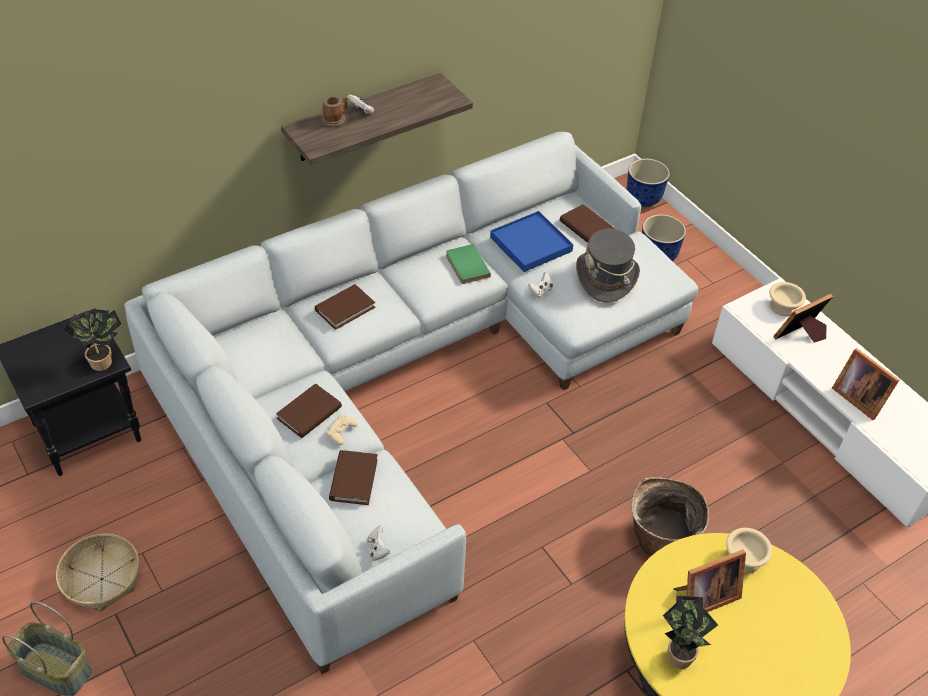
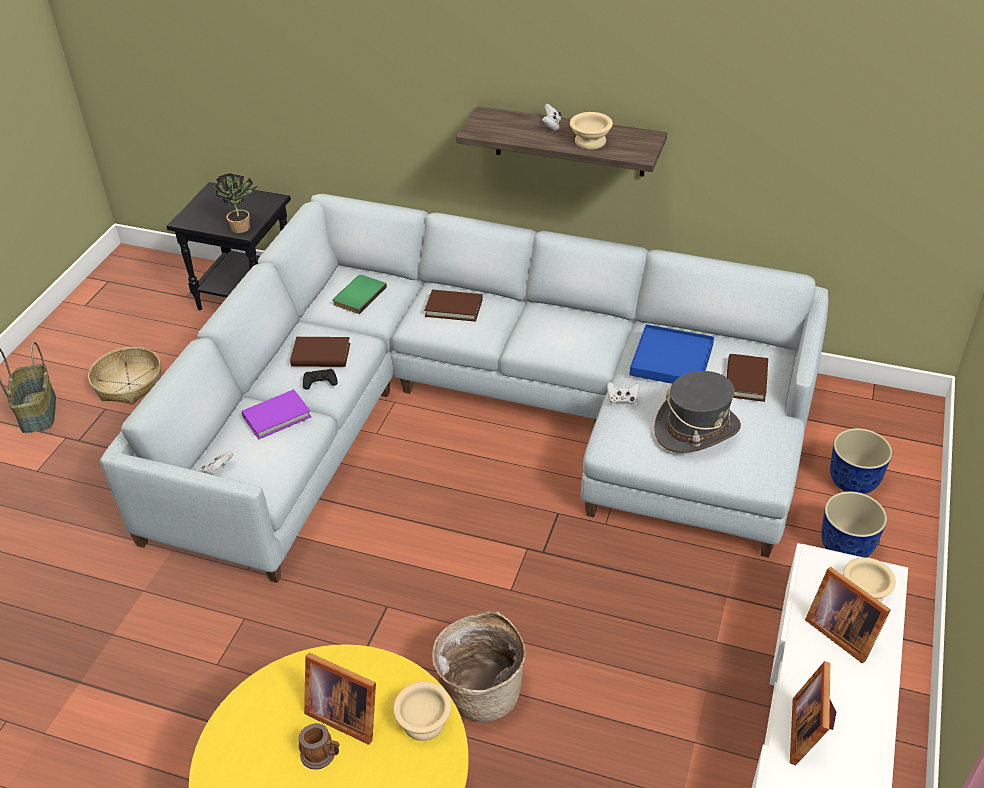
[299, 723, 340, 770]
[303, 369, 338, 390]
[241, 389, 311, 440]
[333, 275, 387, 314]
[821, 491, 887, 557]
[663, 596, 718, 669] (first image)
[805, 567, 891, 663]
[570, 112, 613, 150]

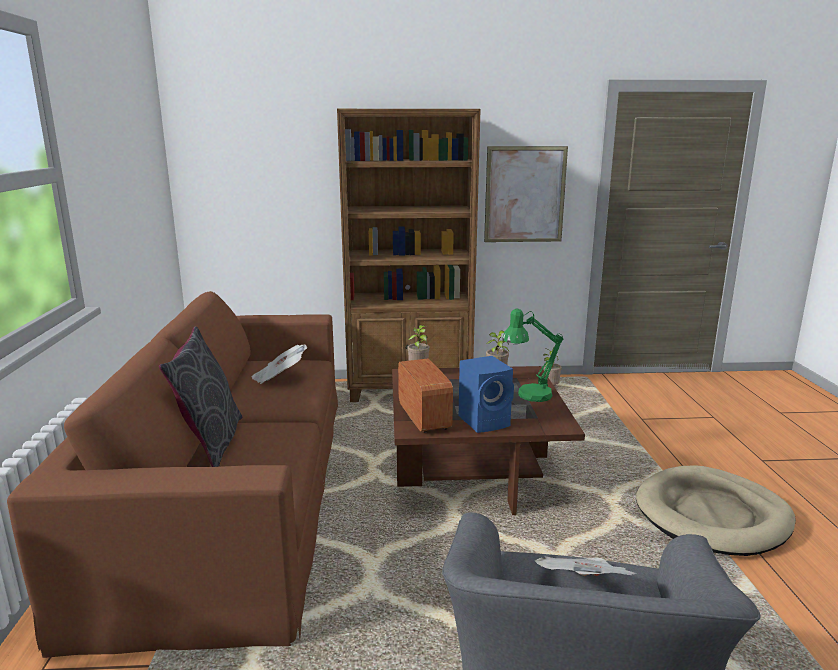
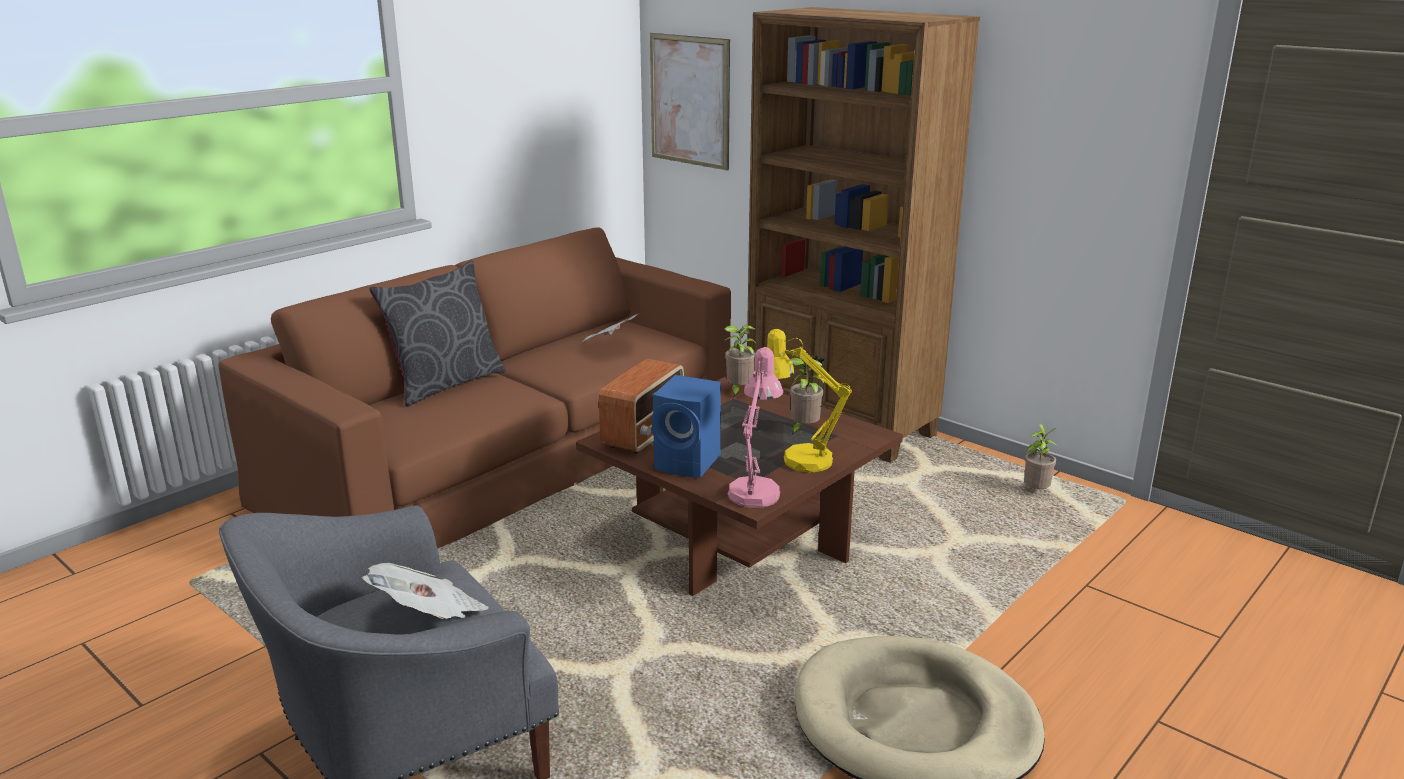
[650, 33, 730, 171]
[767, 329, 852, 473]
[728, 347, 783, 508]

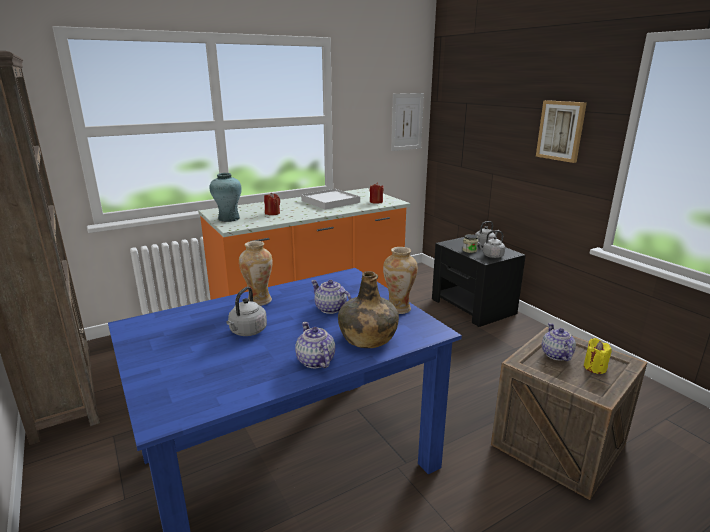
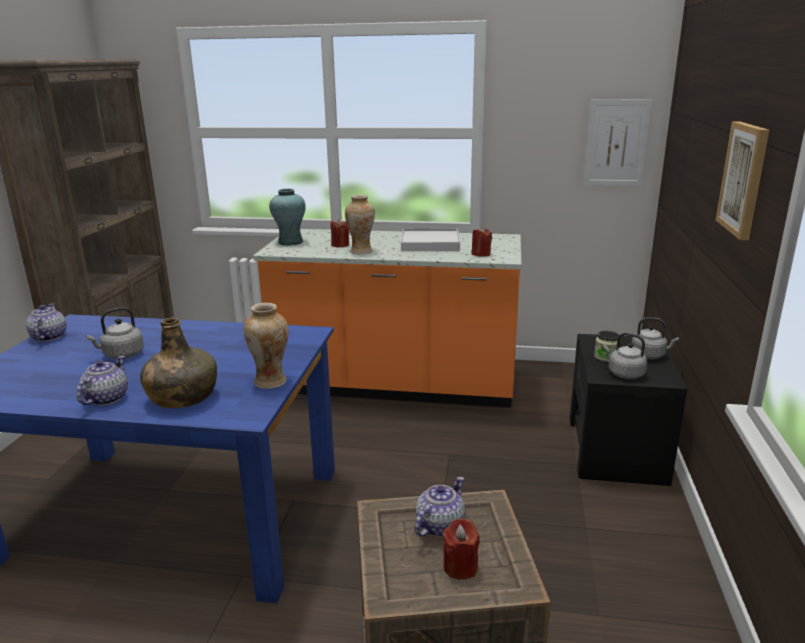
[345, 195, 375, 254]
[26, 303, 67, 342]
[443, 518, 480, 580]

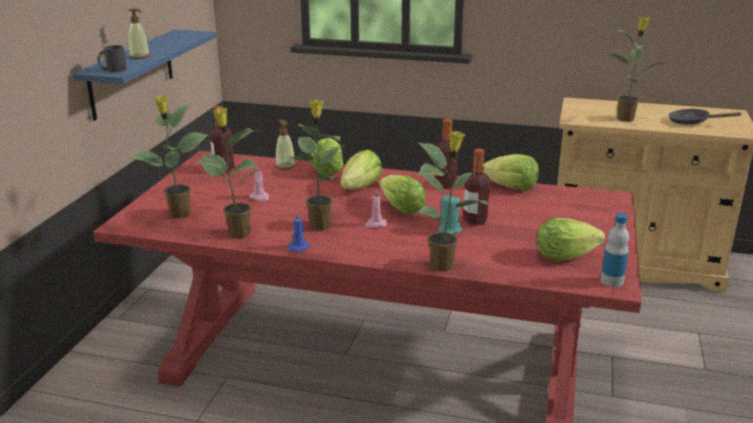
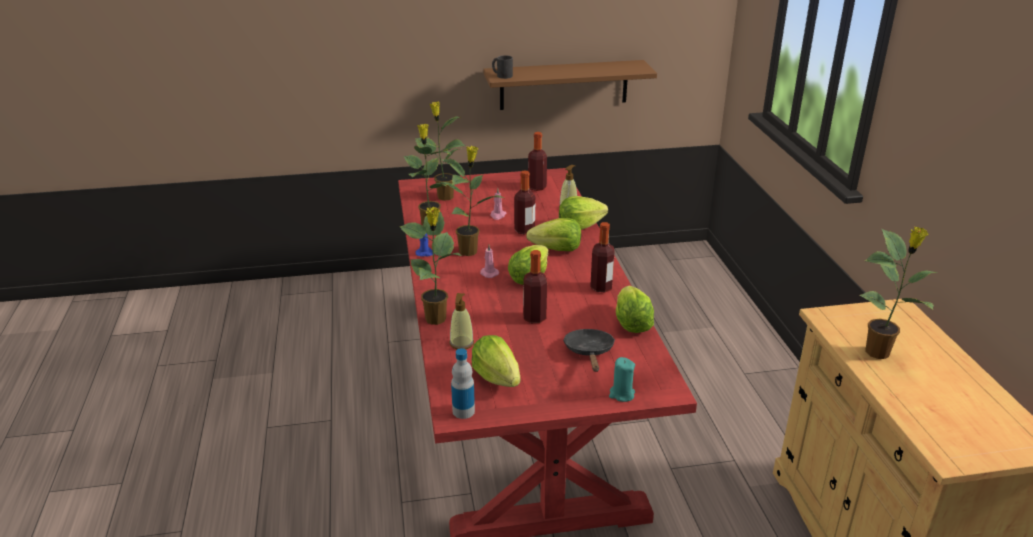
[483, 60, 657, 110]
[449, 293, 474, 349]
[609, 357, 635, 402]
[563, 329, 615, 372]
[514, 171, 535, 235]

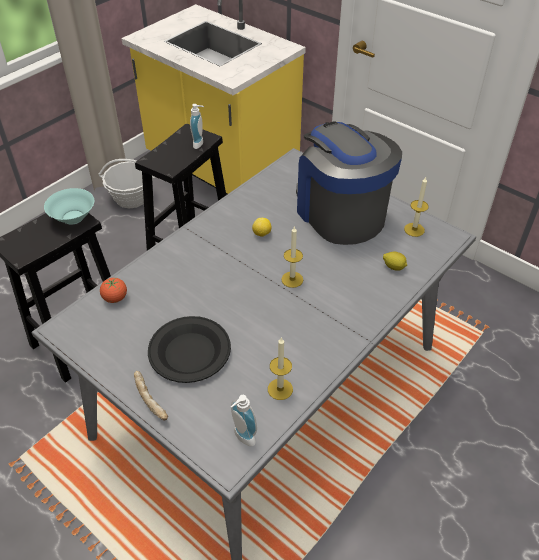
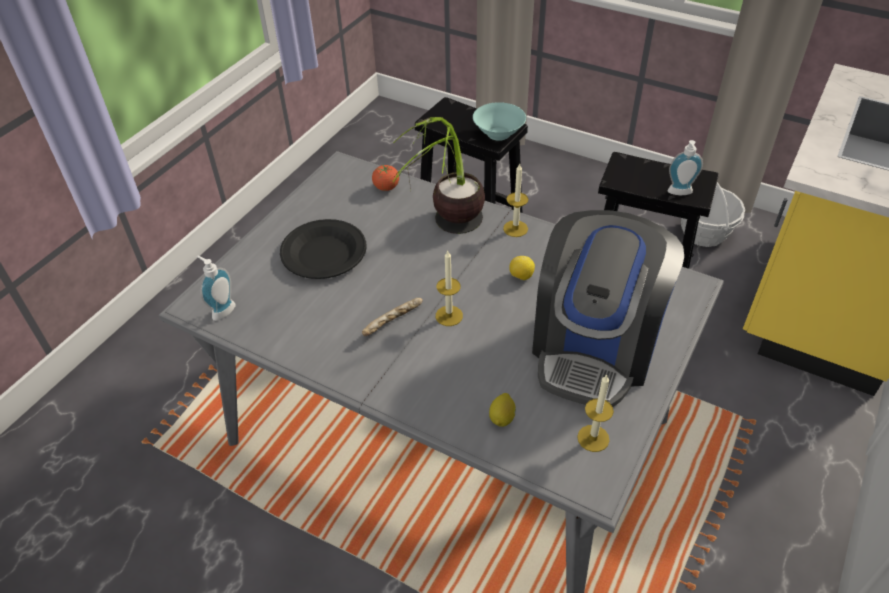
[362, 298, 423, 336]
[503, 163, 528, 237]
[532, 210, 684, 407]
[393, 117, 485, 234]

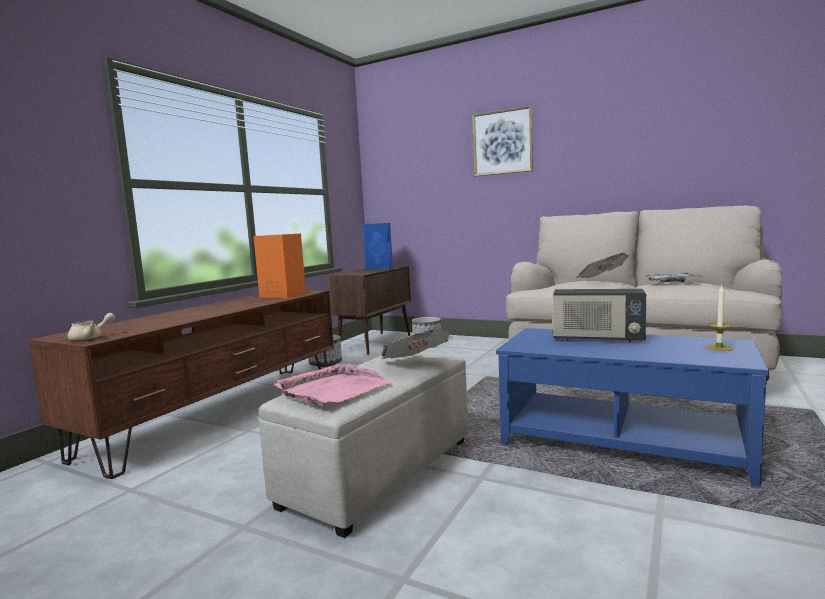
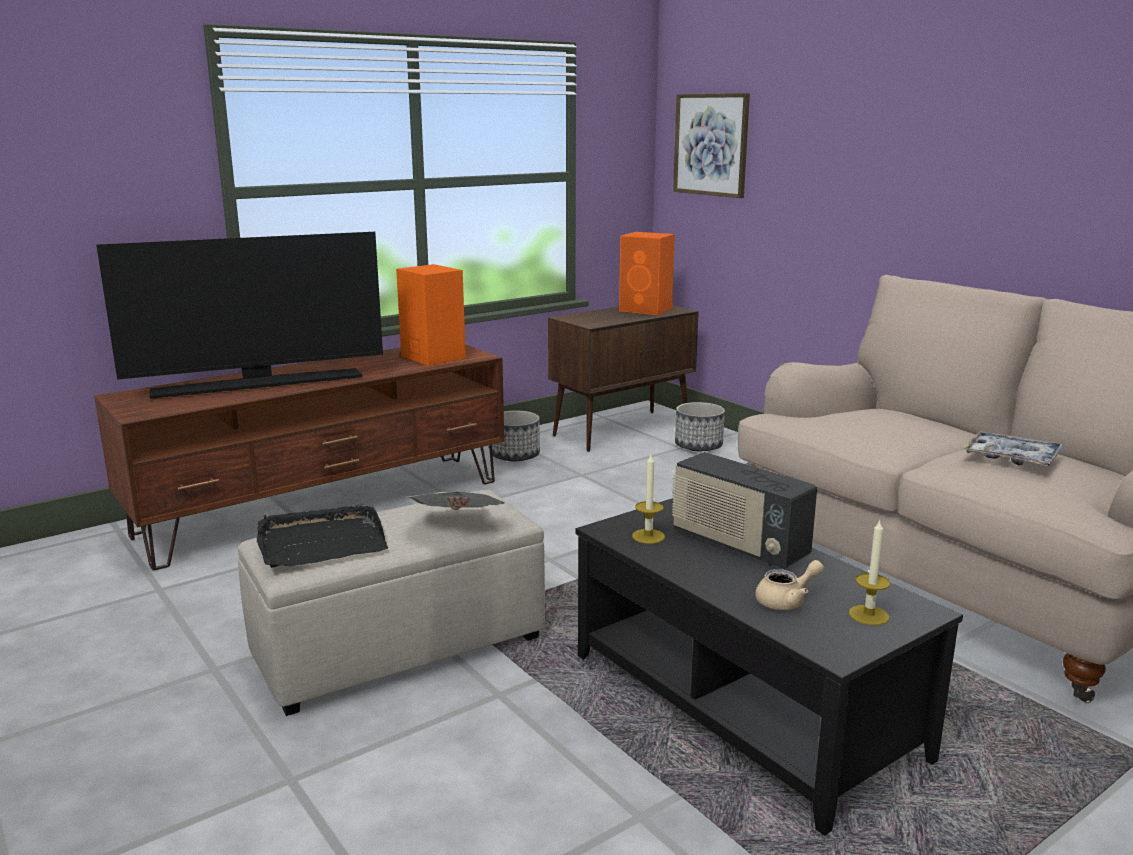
[755, 560, 824, 610]
[257, 504, 388, 568]
[619, 232, 675, 315]
[673, 93, 750, 198]
[575, 498, 963, 835]
[577, 252, 629, 278] (first image)
[96, 232, 383, 399]
[632, 455, 665, 544]

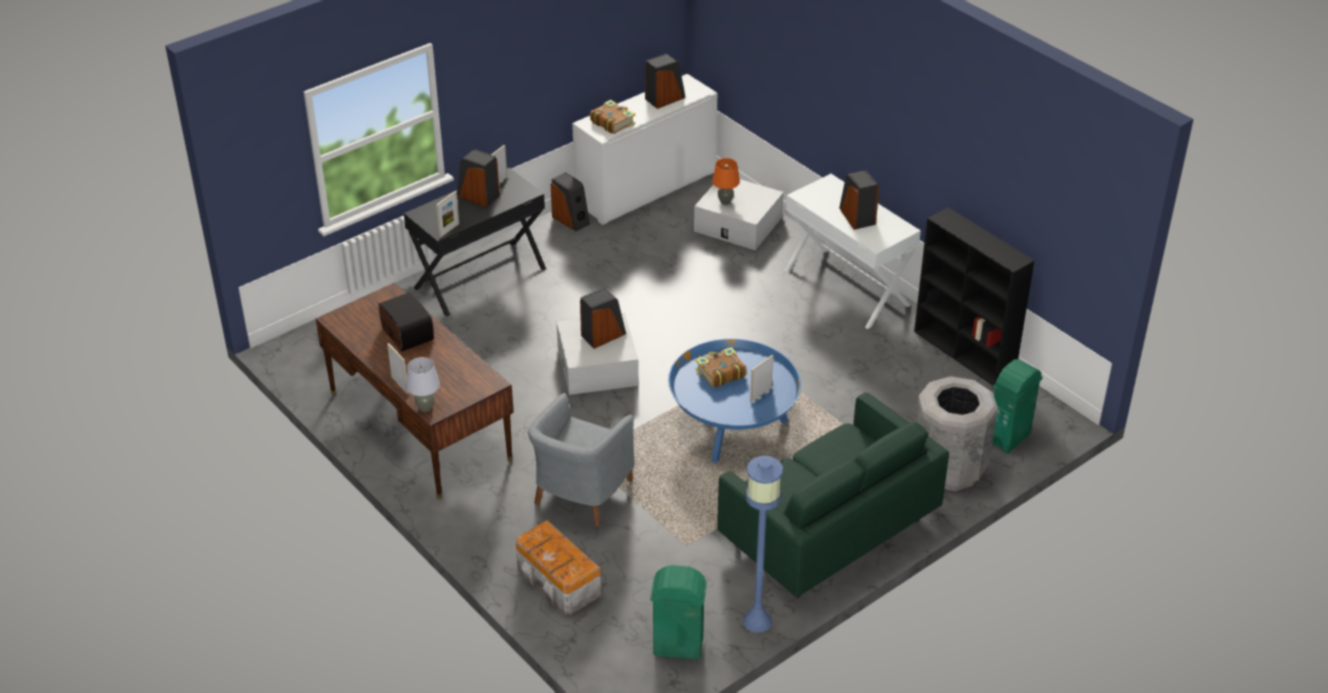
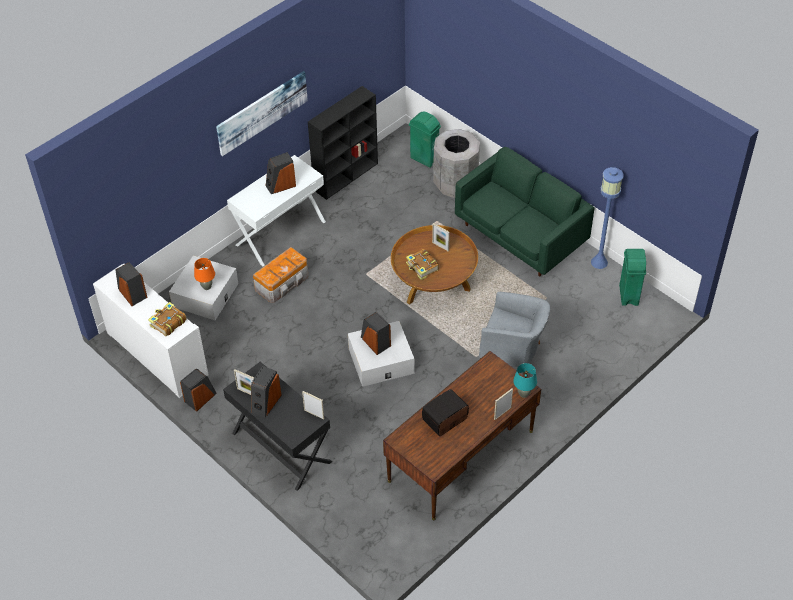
[513, 363, 537, 398]
[253, 247, 308, 303]
[391, 225, 478, 305]
[216, 71, 308, 156]

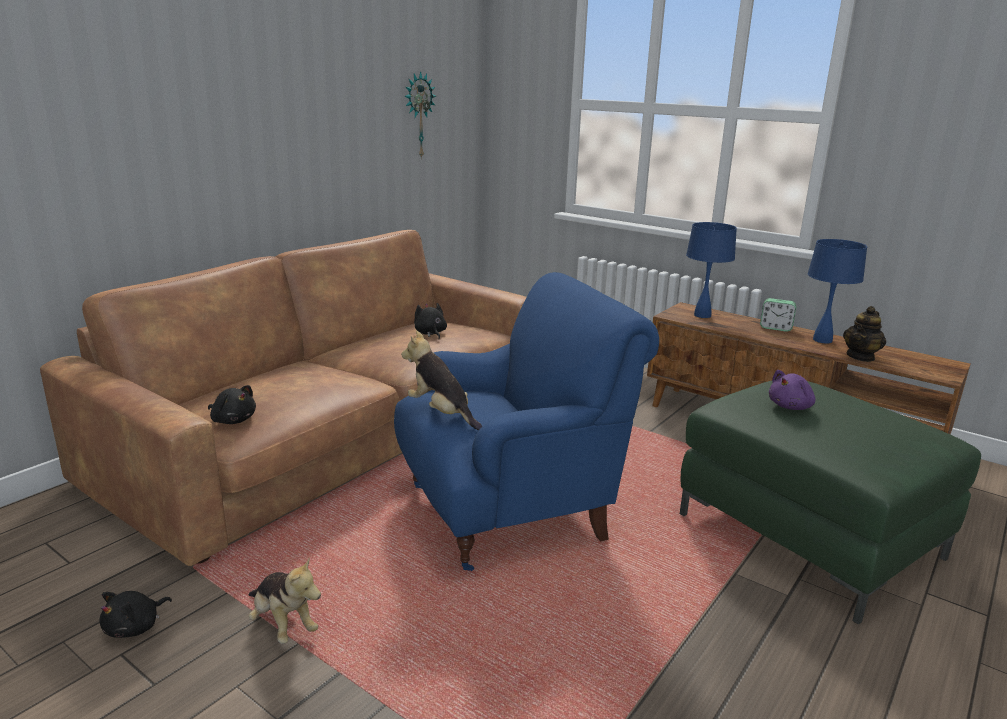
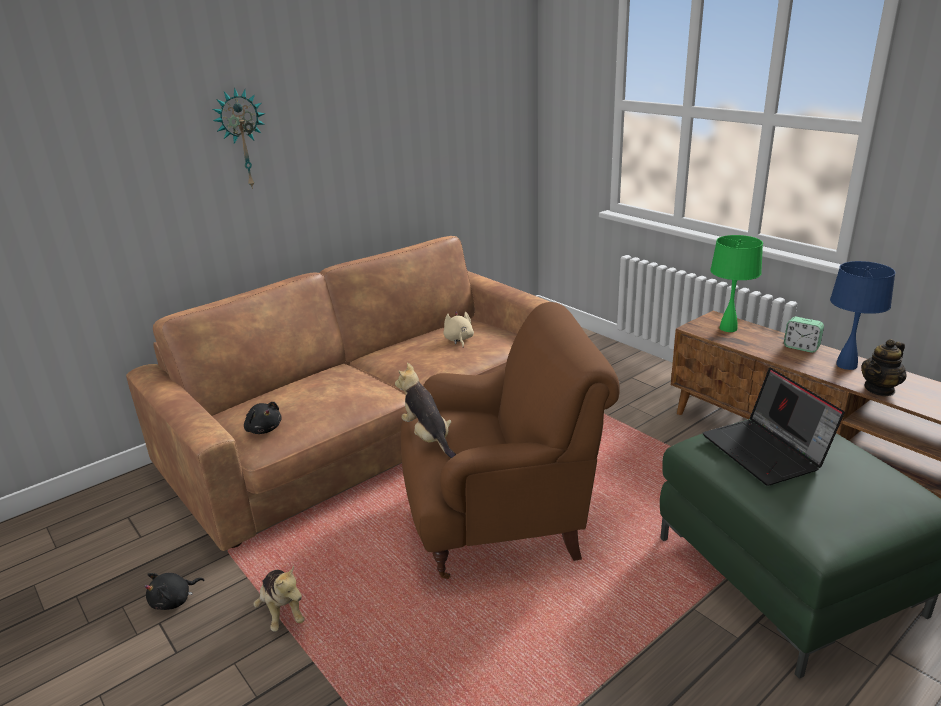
[400, 302, 620, 579]
[213, 87, 265, 189]
[443, 312, 474, 348]
[710, 235, 763, 332]
[703, 367, 845, 486]

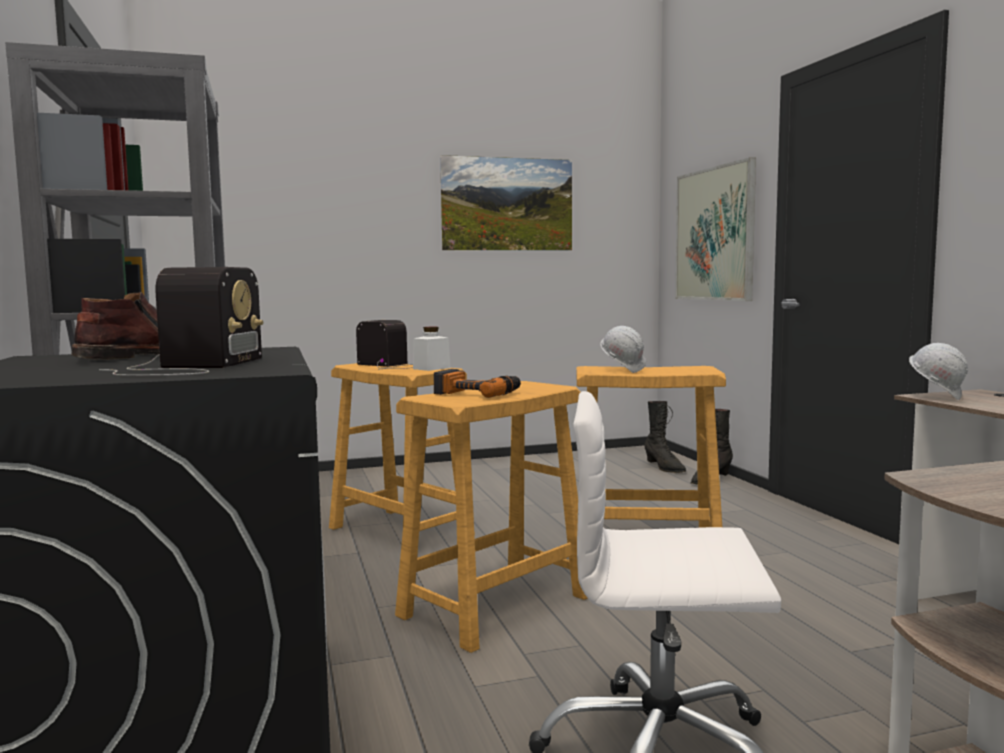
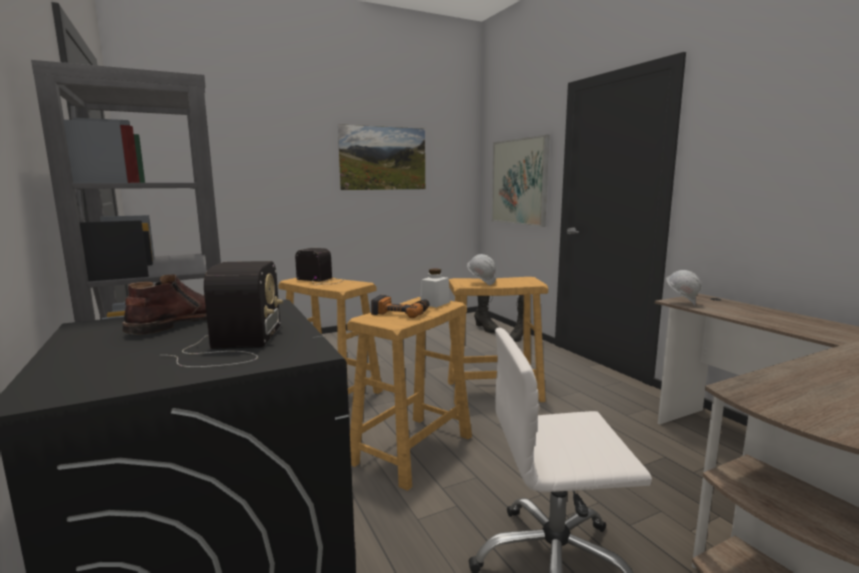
[420, 269, 450, 307]

